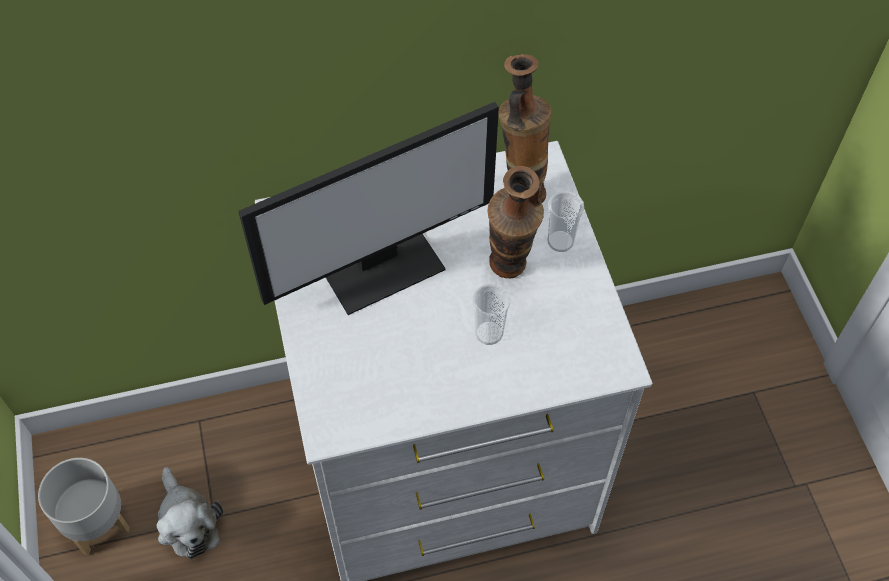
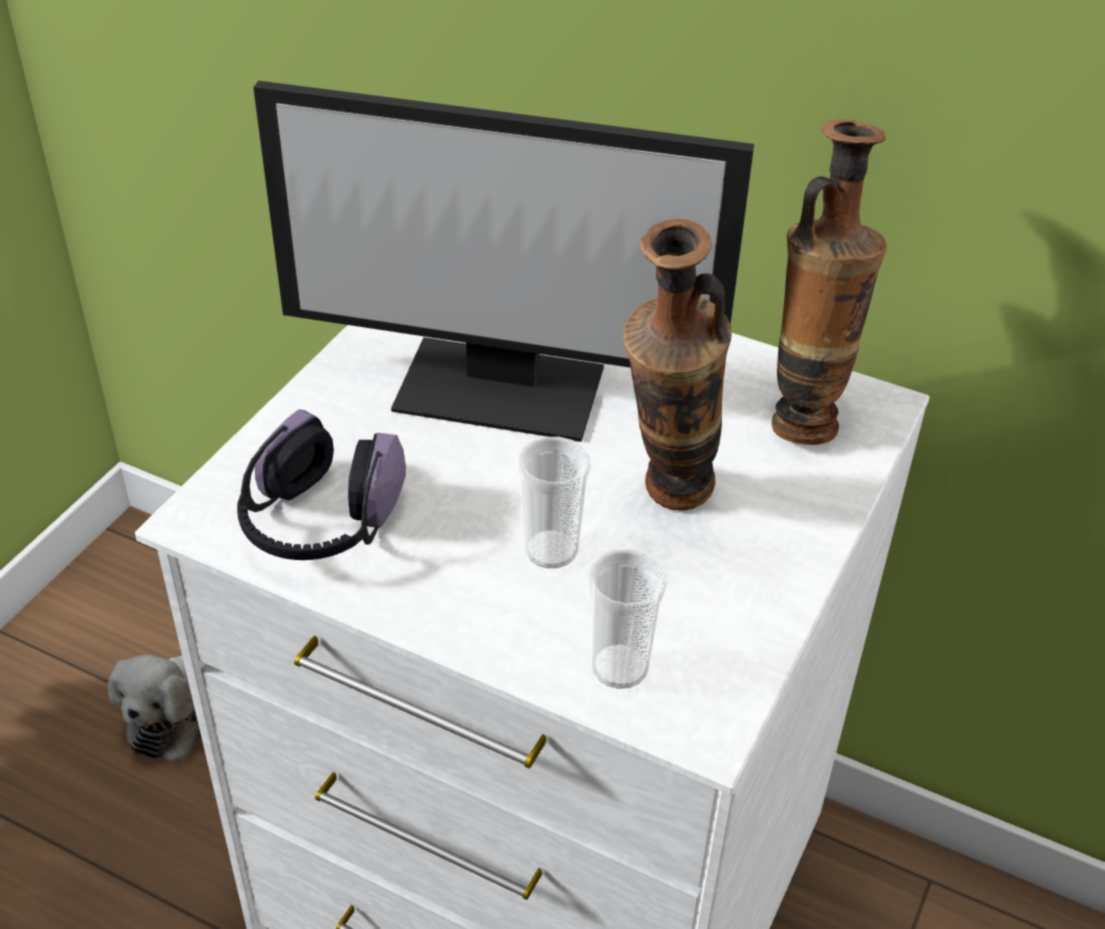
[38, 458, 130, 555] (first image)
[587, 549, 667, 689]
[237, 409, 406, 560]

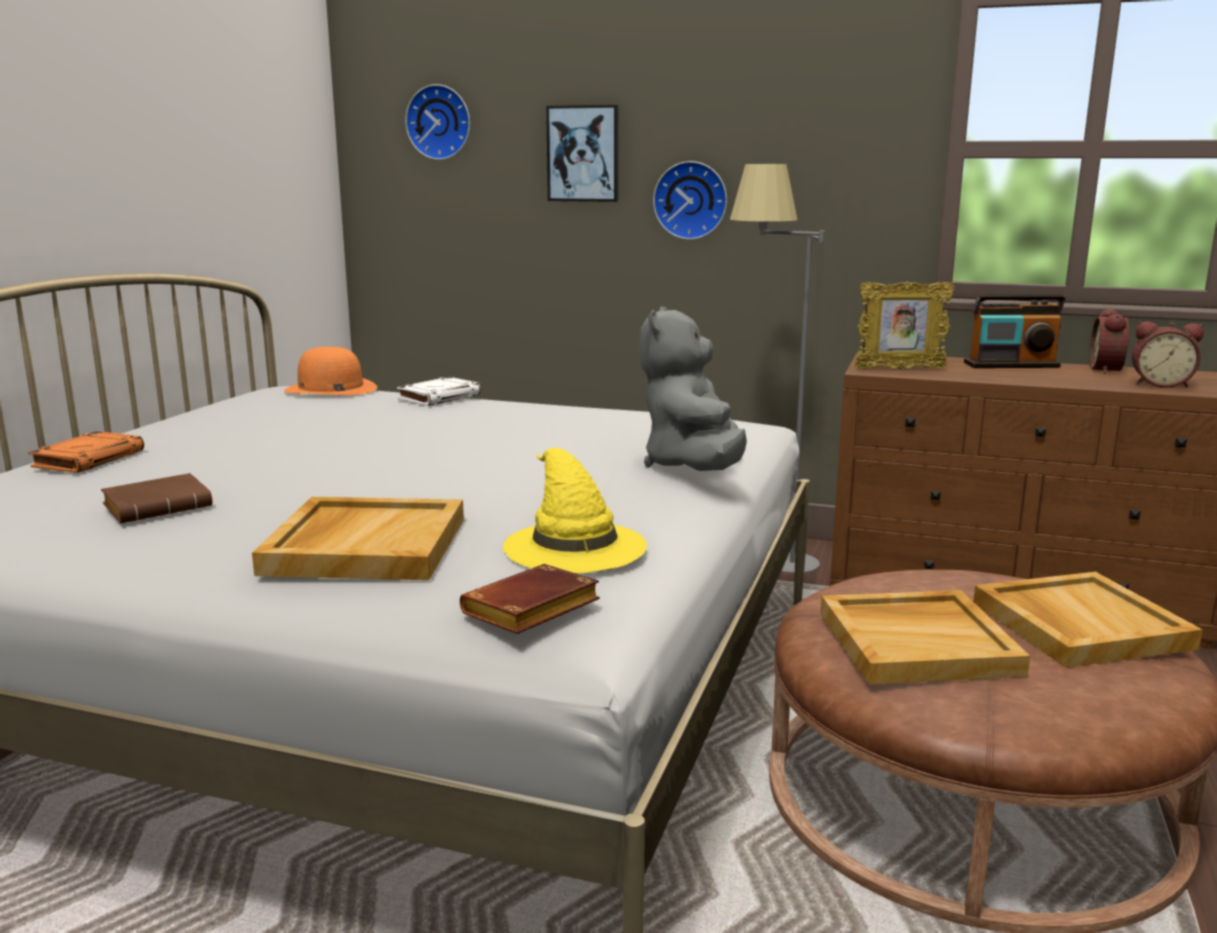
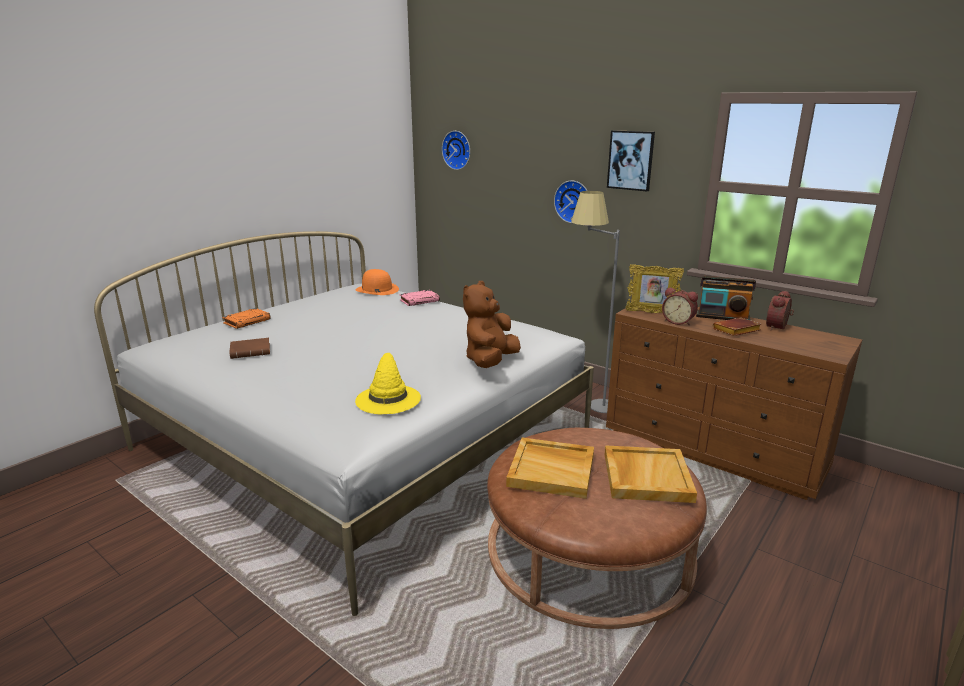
[252, 497, 464, 580] (first image)
[399, 290, 440, 306]
[712, 317, 761, 336]
[607, 130, 655, 191]
[463, 281, 521, 368]
[662, 287, 698, 326]

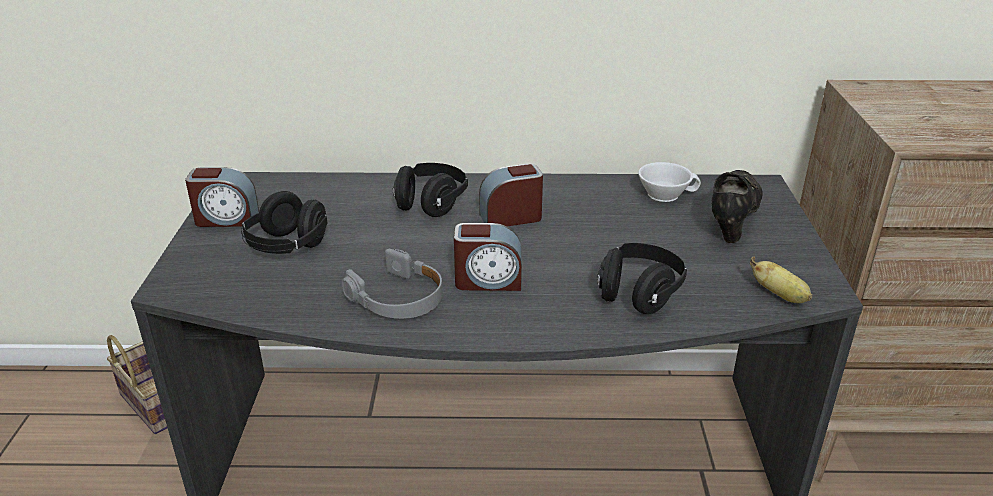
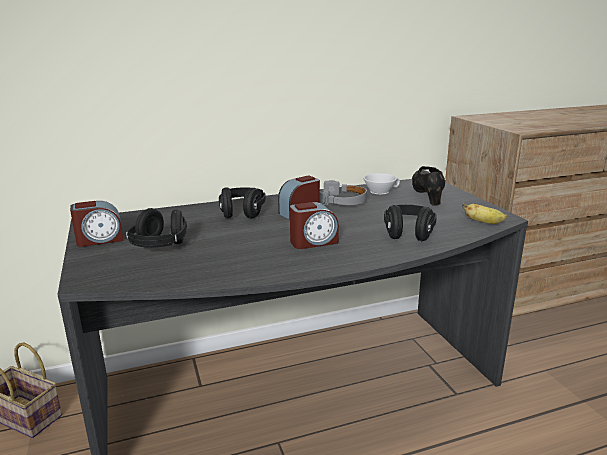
[320, 180, 367, 205]

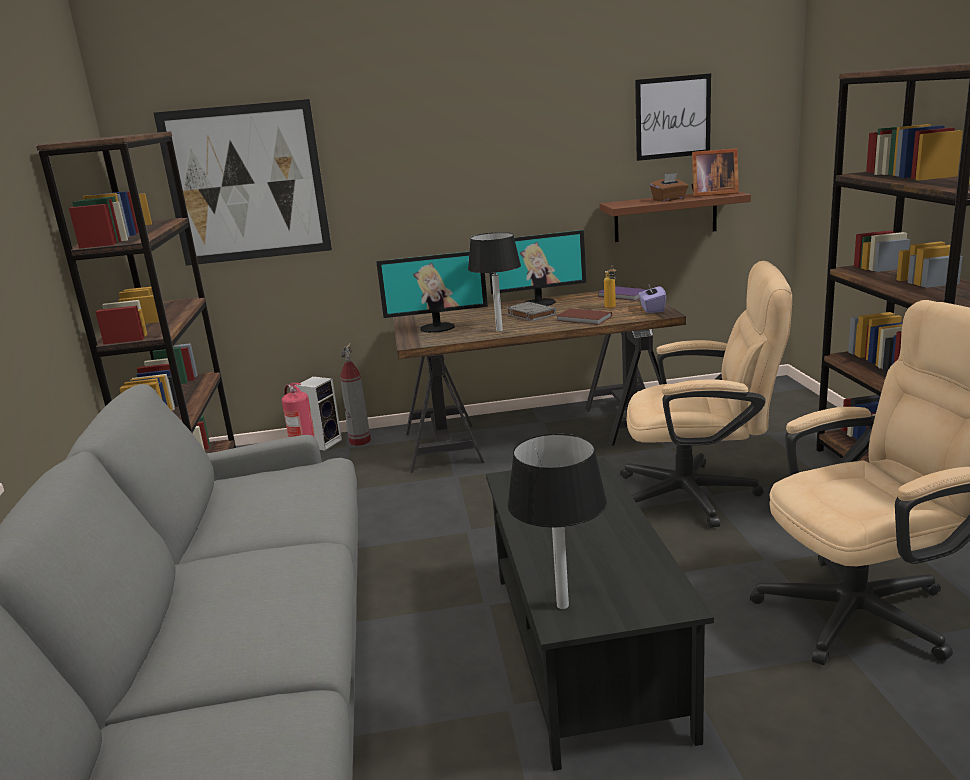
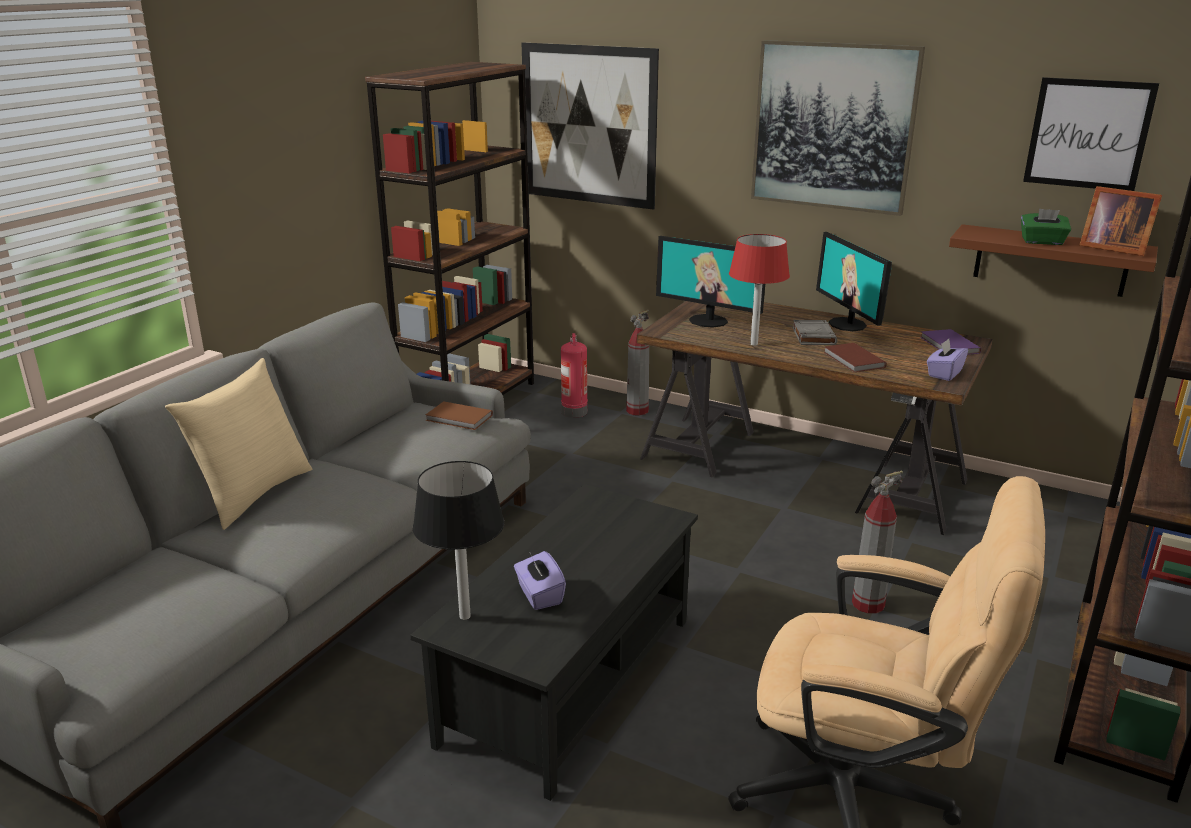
[297, 376, 342, 451] (first image)
[729, 234, 790, 346]
[816, 232, 892, 331]
[604, 265, 617, 308] (first image)
[852, 470, 903, 614]
[1021, 209, 1071, 245]
[165, 358, 312, 530]
[425, 401, 493, 430]
[514, 551, 566, 610]
[751, 40, 925, 216]

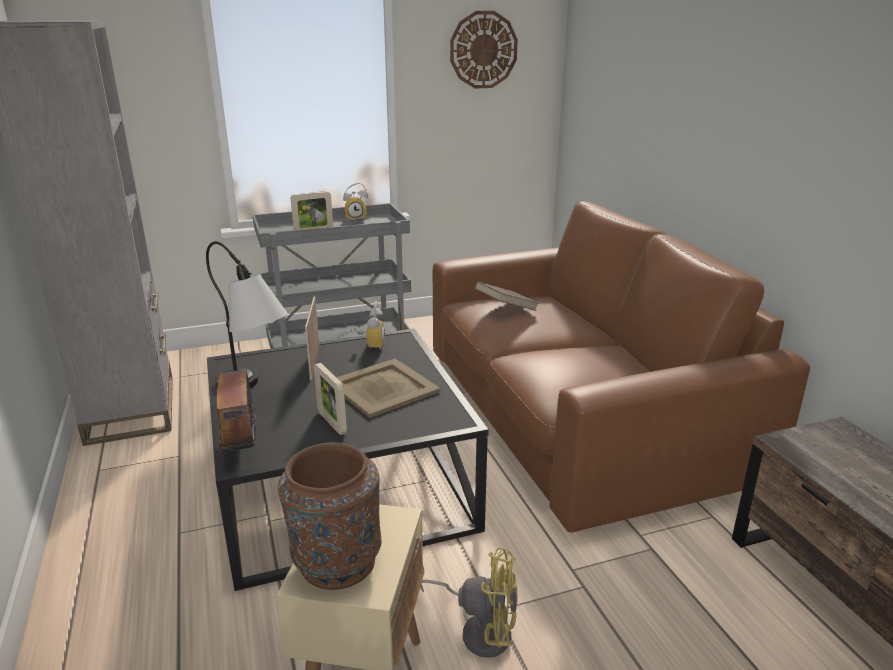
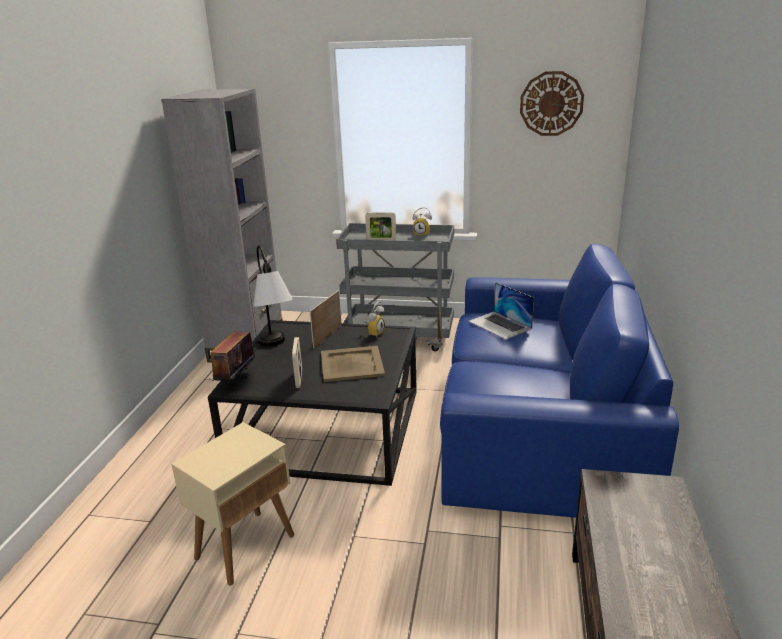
[278, 443, 382, 590] (first image)
[420, 548, 518, 658] (first image)
[440, 244, 679, 518]
[469, 282, 534, 339]

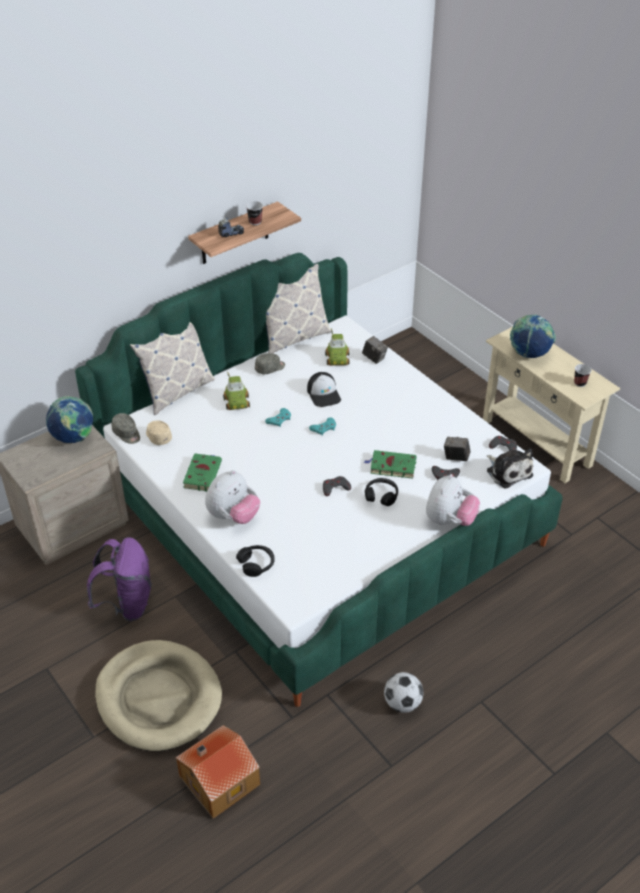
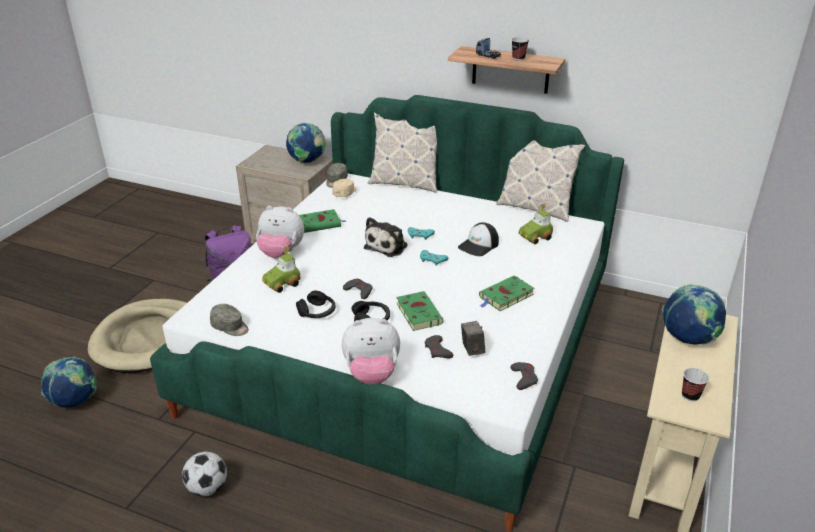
[41, 357, 97, 408]
[262, 246, 300, 293]
[296, 291, 335, 318]
[210, 304, 249, 336]
[362, 336, 388, 364] (first image)
[364, 217, 408, 257]
[479, 276, 535, 311]

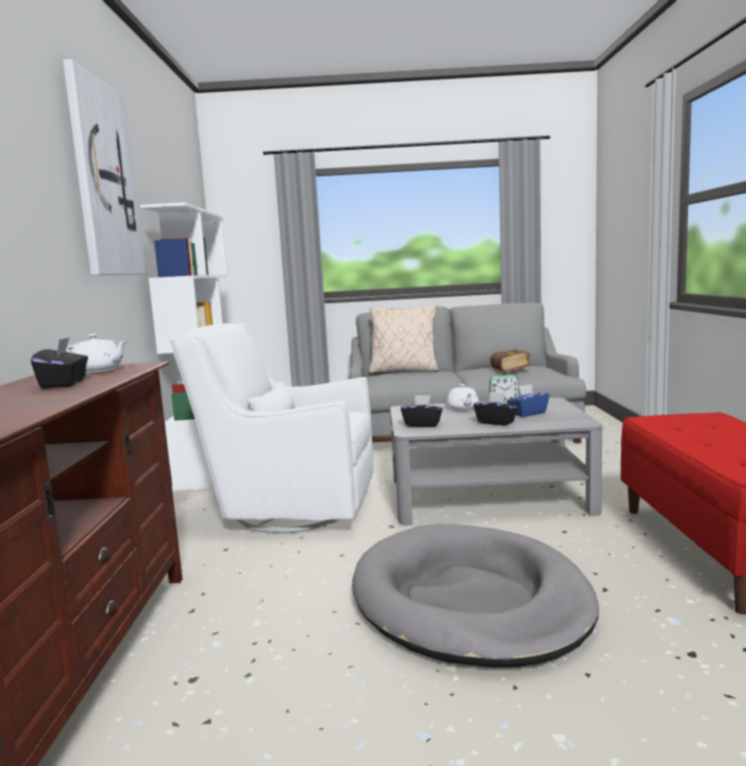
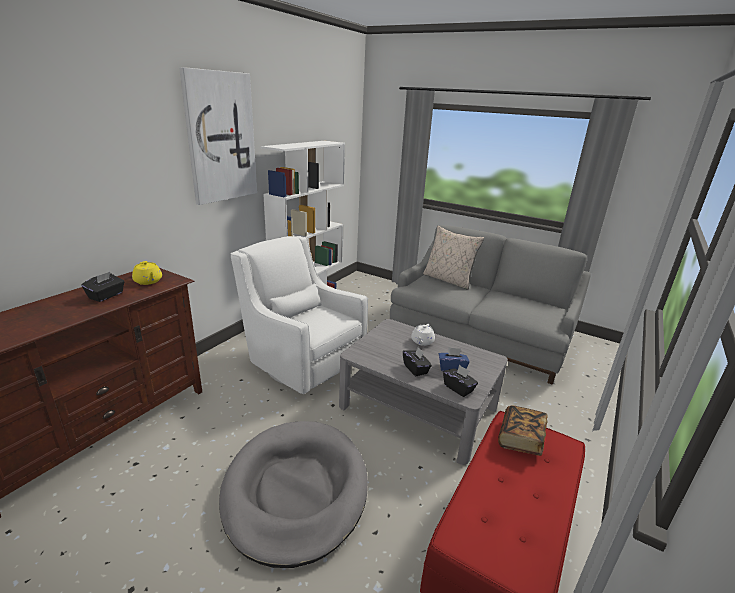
[132, 261, 162, 285]
[443, 365, 478, 397]
[489, 375, 520, 403] (first image)
[498, 405, 548, 456]

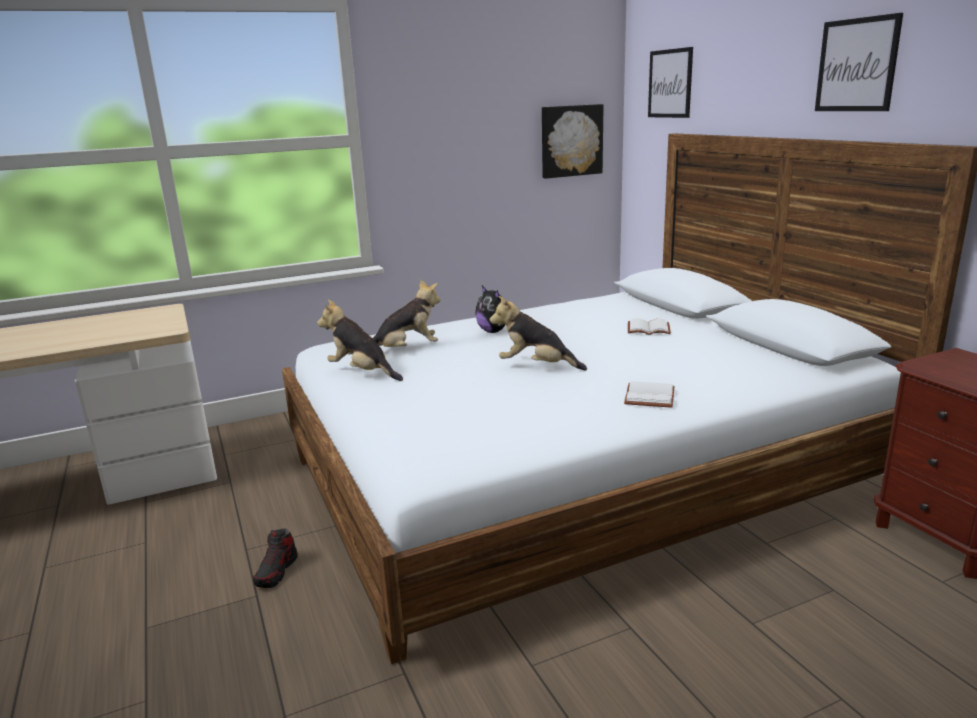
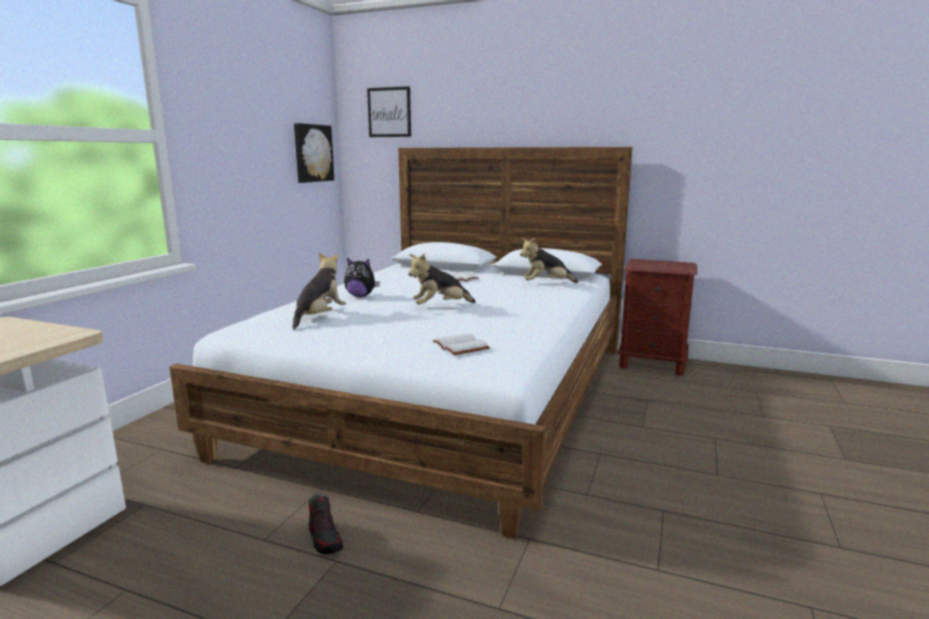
[520, 238, 578, 283]
[433, 333, 490, 355]
[815, 13, 903, 111] (first image)

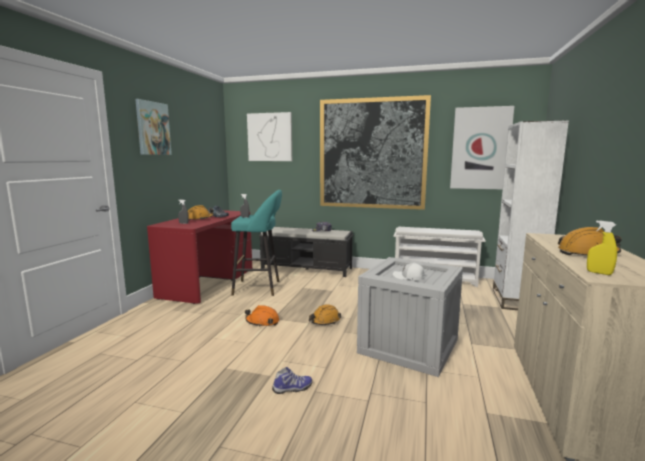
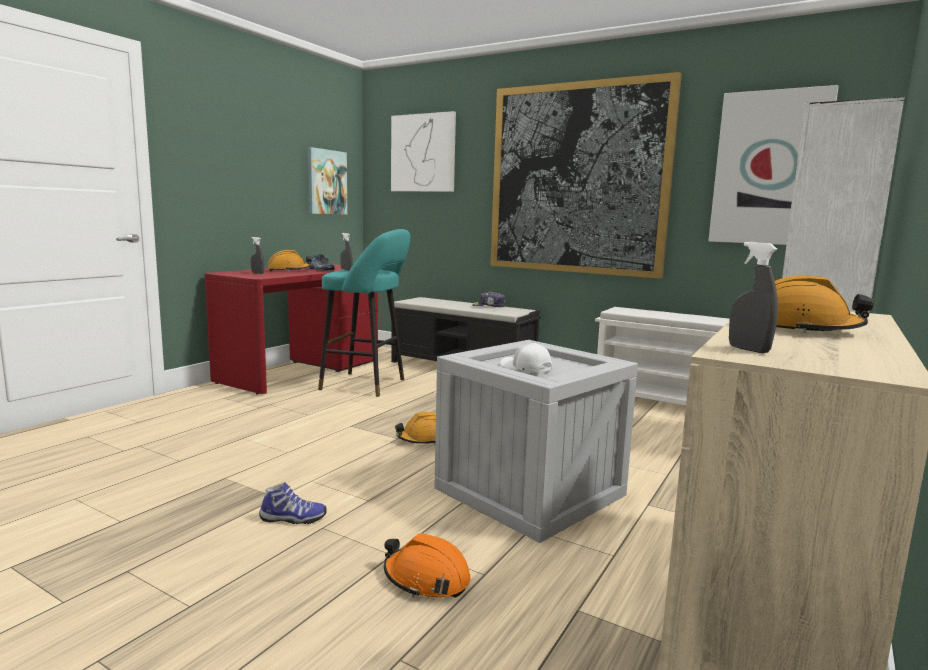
[308, 147, 347, 215]
[384, 533, 471, 598]
[729, 242, 778, 353]

